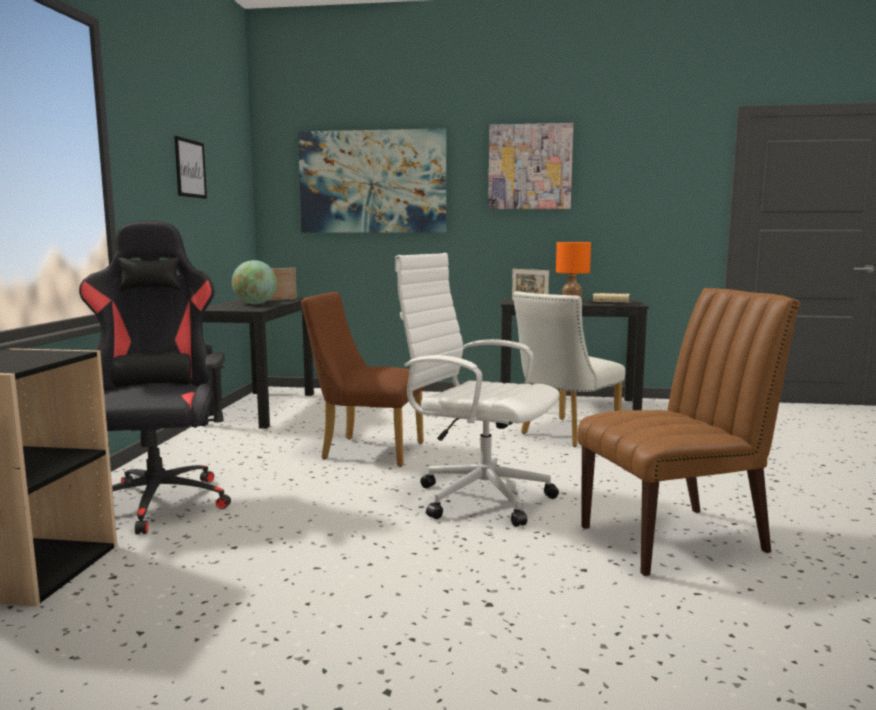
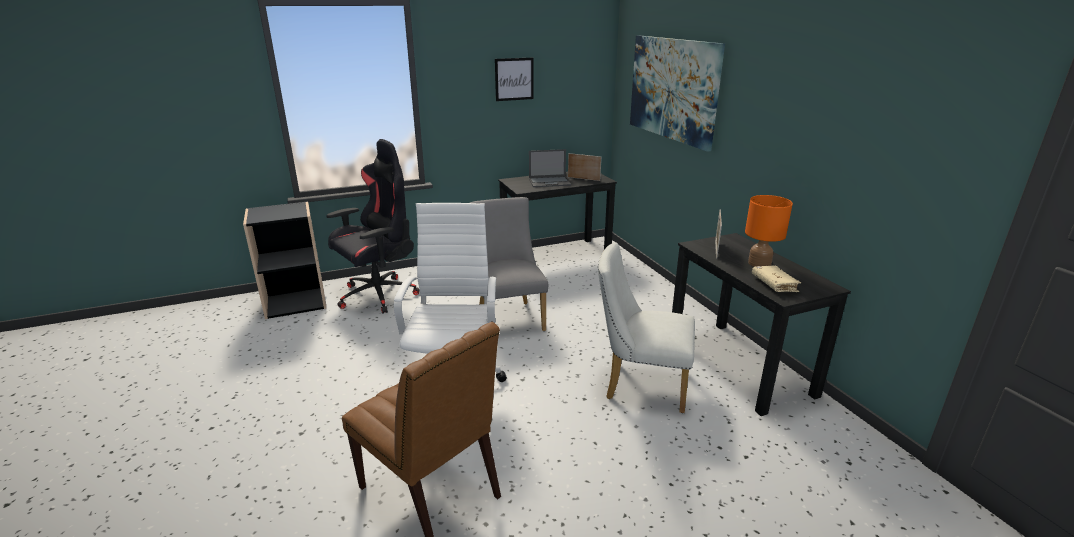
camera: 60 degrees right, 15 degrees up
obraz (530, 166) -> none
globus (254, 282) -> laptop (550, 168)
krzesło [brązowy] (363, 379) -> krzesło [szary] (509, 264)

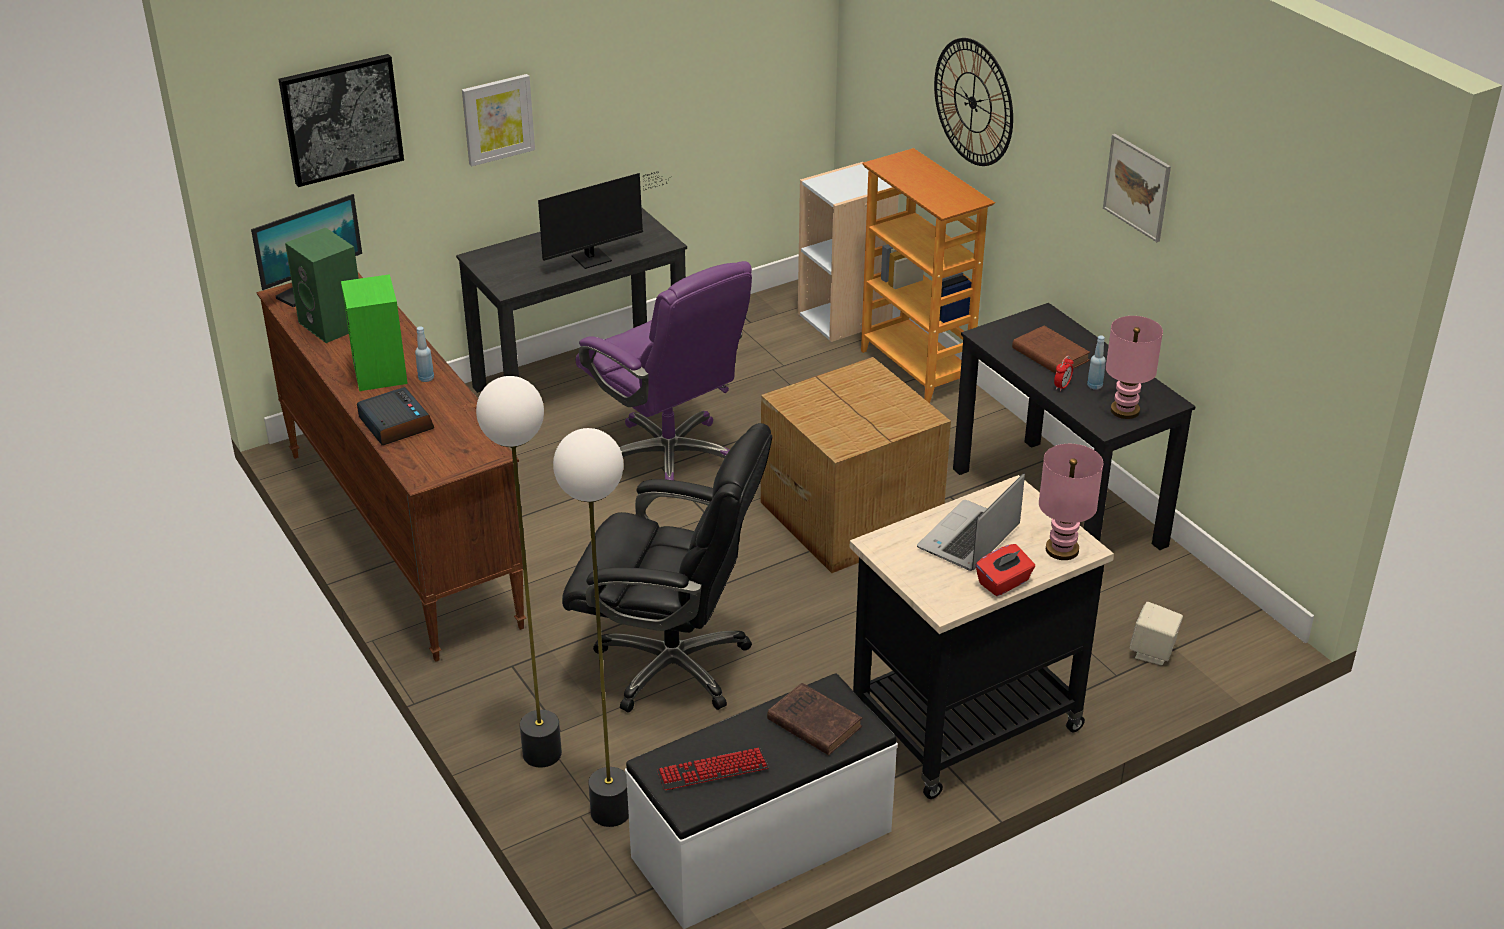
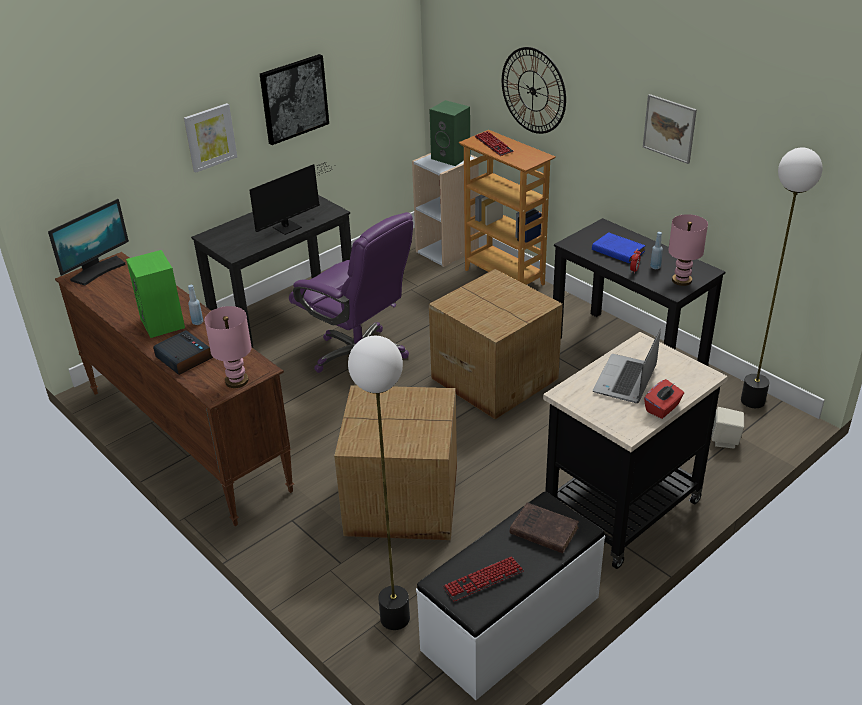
camera: 10 degrees left, 0 degrees up
obraz (341, 120) -> obraz (294, 99), move
głośnik [zielony] (322, 285) -> głośnik [zielony] (449, 133), move
książka [brązowy] (1051, 350) -> książka [niebieski] (619, 247)
lampa stojąca (519, 571) -> lampa stojąca (782, 278), move
krzesło biurowe [czarny] (667, 568) -> karton (395, 462)
lampa stołowa [różowy] (1071, 502) -> lampa stołowa [różowy] (228, 347), move
none -> klawiatura (494, 143)

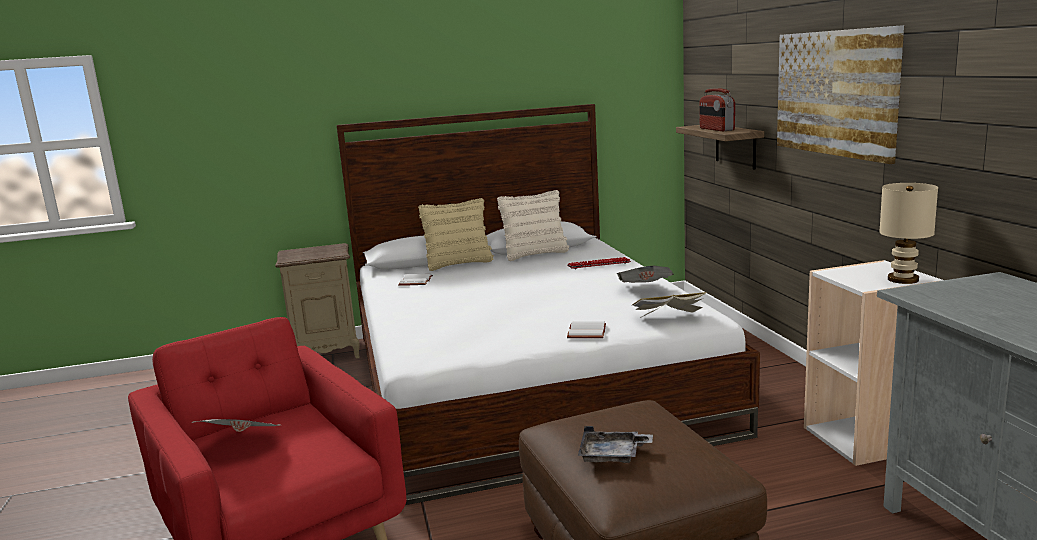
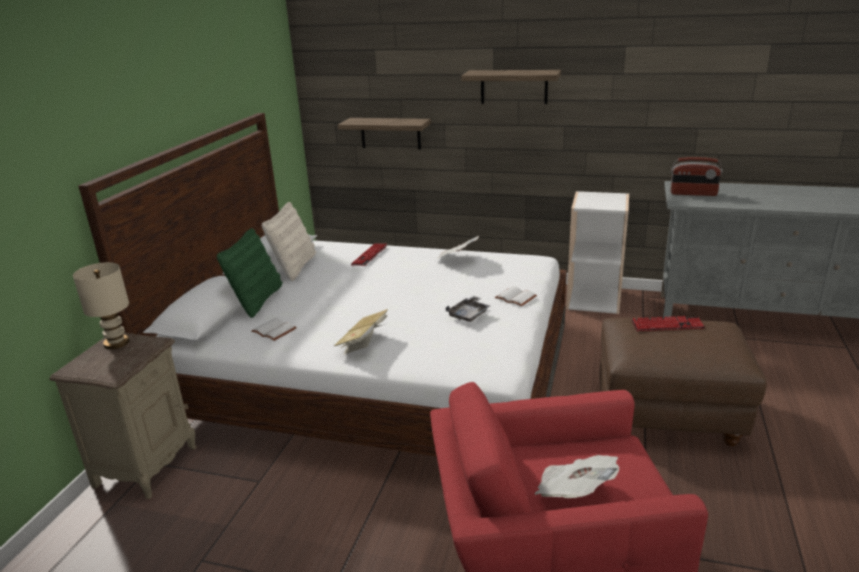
camera: 60 degrees left, 10 degrees up
obraz (840, 94) -> półka (511, 87)
radio (717, 109) -> radio (696, 176), move
lampa stołowa [beżowy] (908, 233) -> lampa stołowa [beżowy] (101, 305), move
poduszka [beżowy] (456, 234) -> poduszka [zielony] (250, 273)
książka (669, 305) -> książka (361, 332), move
taca [szary] (615, 444) -> taca [szary] (468, 309), move
none -> klawiatura (668, 323)

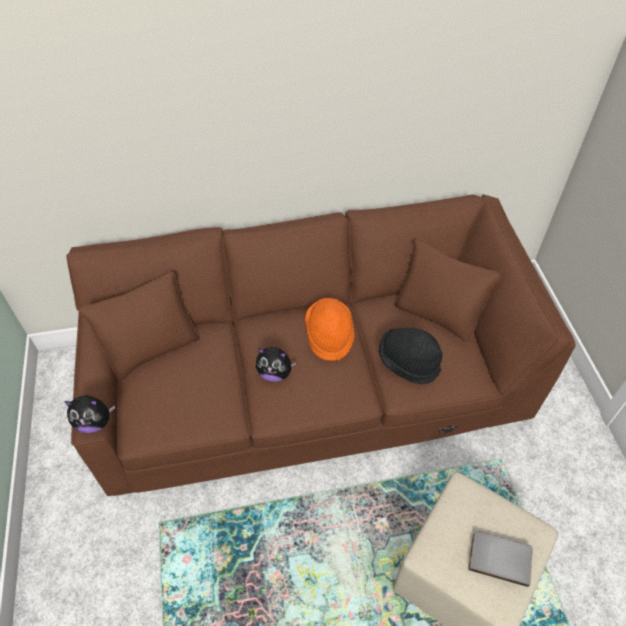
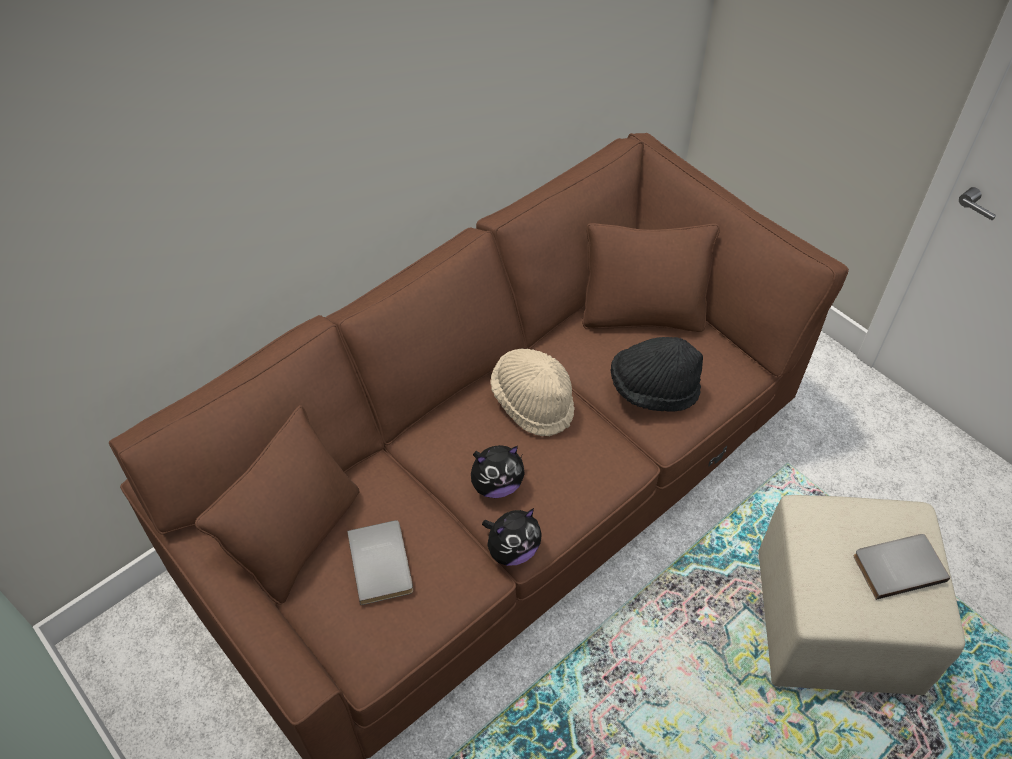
camera: 30 degrees left, 0 degrees up
kapelusz [pomarańczowy] (330, 329) -> kapelusz [beżowy] (532, 392)
pluszak (89, 414) -> pluszak (512, 537), move
none -> książka [szary] (380, 562)

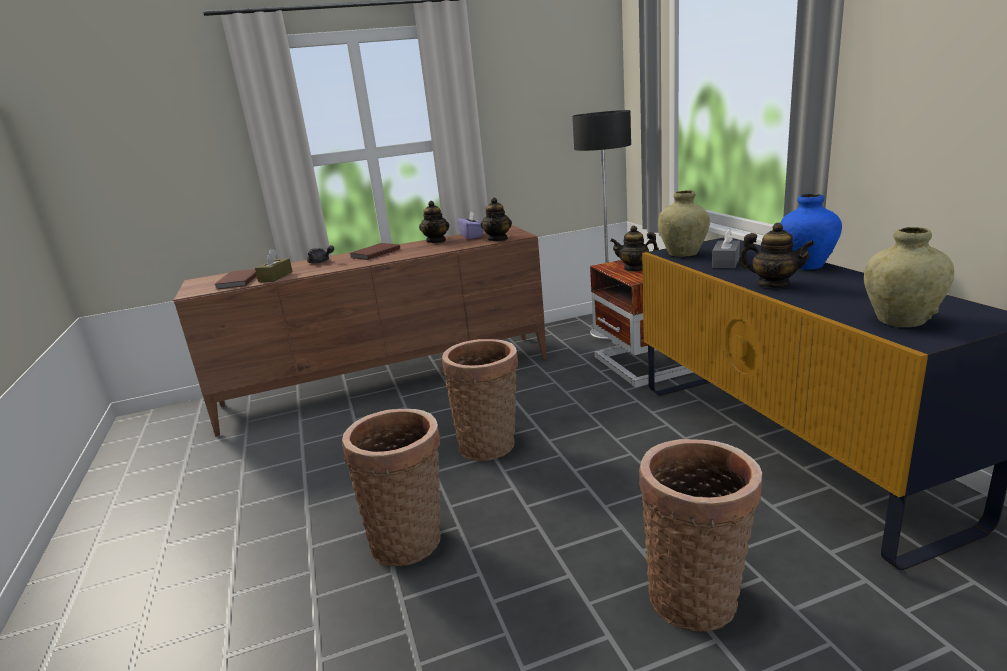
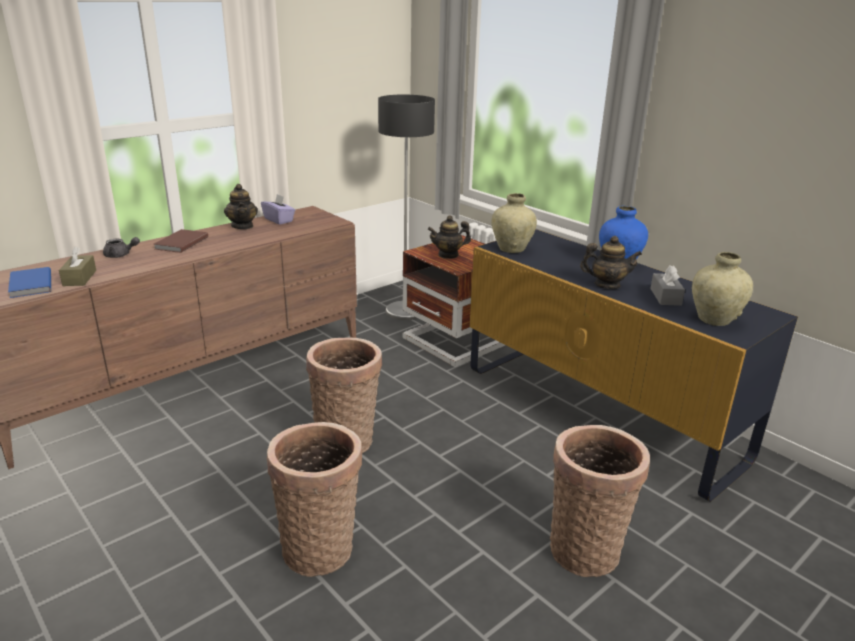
camera: 25 degrees left, 5 degrees up
imbryk (496, 219) -> none
pudełko chusteczek [szary] (726, 249) -> pudełko chusteczek [szary] (667, 285), move
książka [brązowy] (236, 279) -> książka [niebieski] (29, 282)

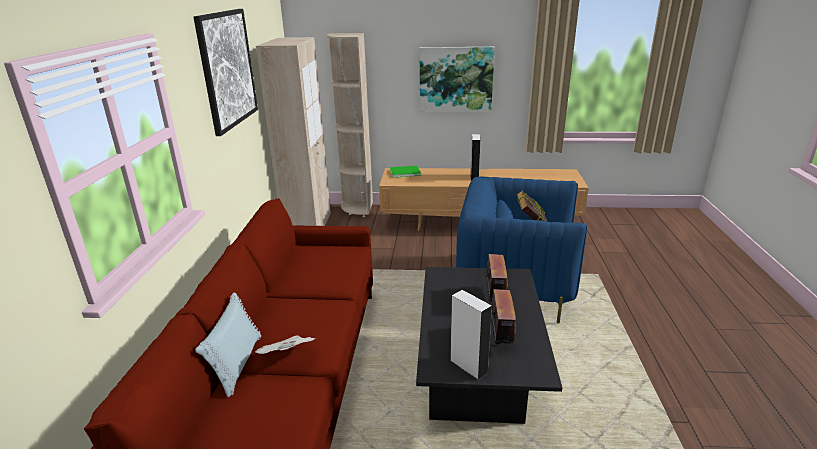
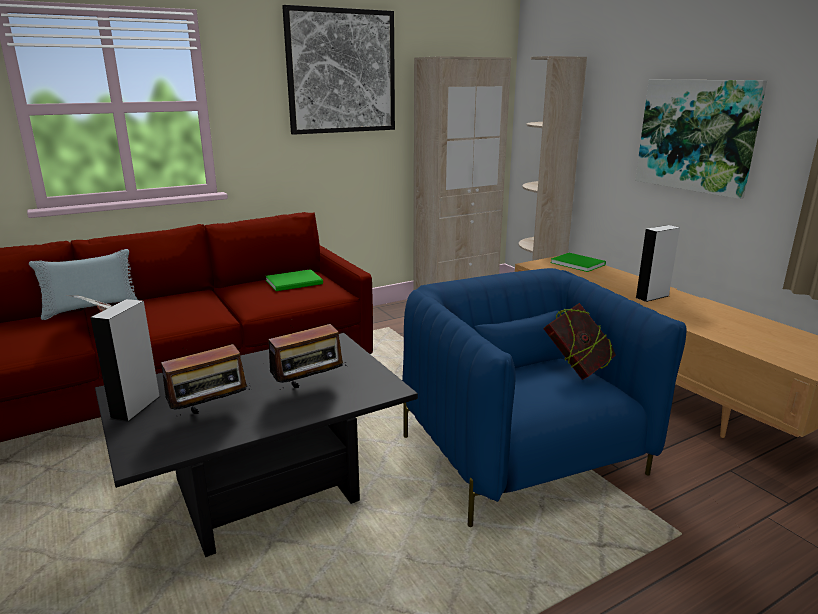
camera: 55 degrees right, 5 degrees down
none -> książka [zielony] (294, 280)

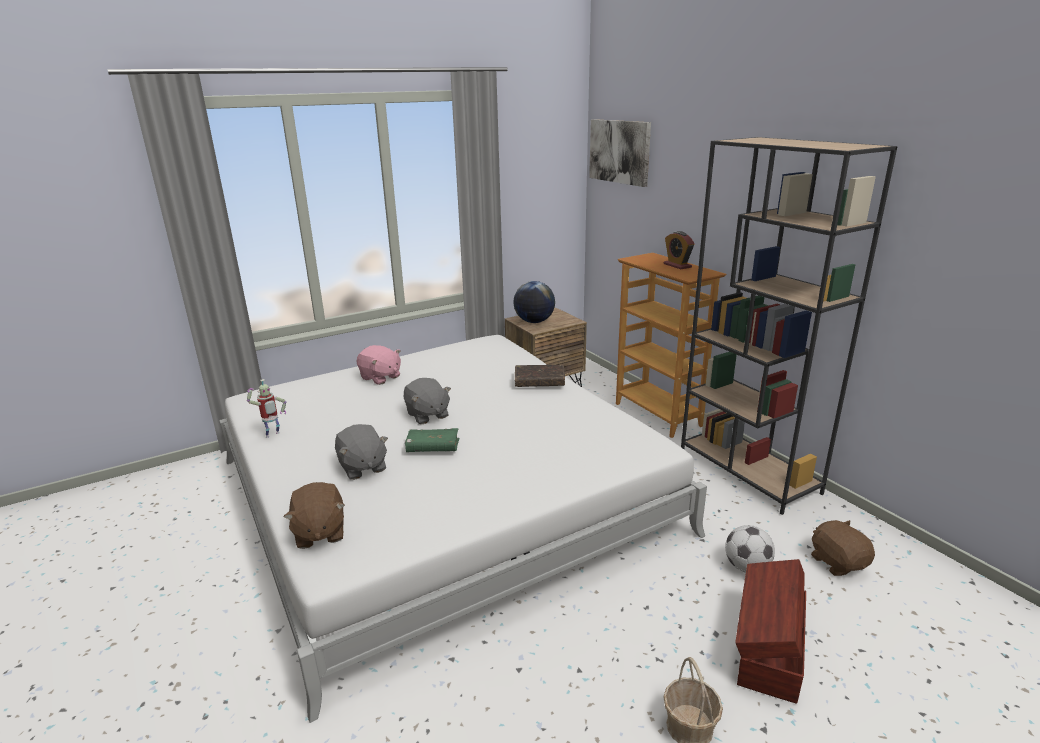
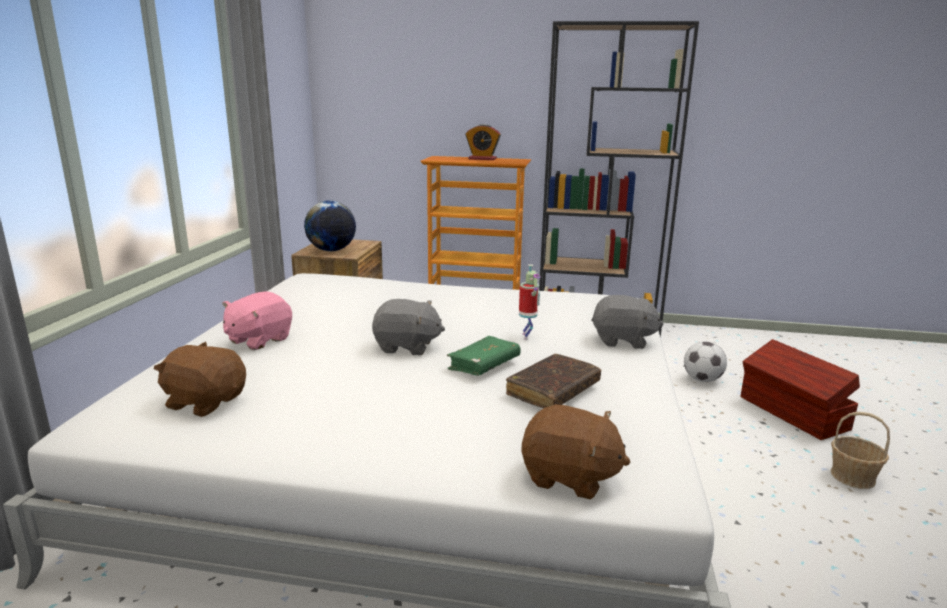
camera: 50 degrees left, 5 degrees down
obraz (620, 153) -> none
pluszak [różowy] (379, 365) -> pluszak [różowy] (257, 321), 135 degrees clockwise
książka [brązowy] (540, 376) -> książka [brązowy] (553, 381), move
robot zabawkowy (266, 408) -> robot zabawkowy (530, 302), move
pluszak [szary] (361, 452) -> pluszak [szary] (627, 322), move
pluszak [brązowy] (843, 548) -> pluszak [brązowy] (200, 379), move

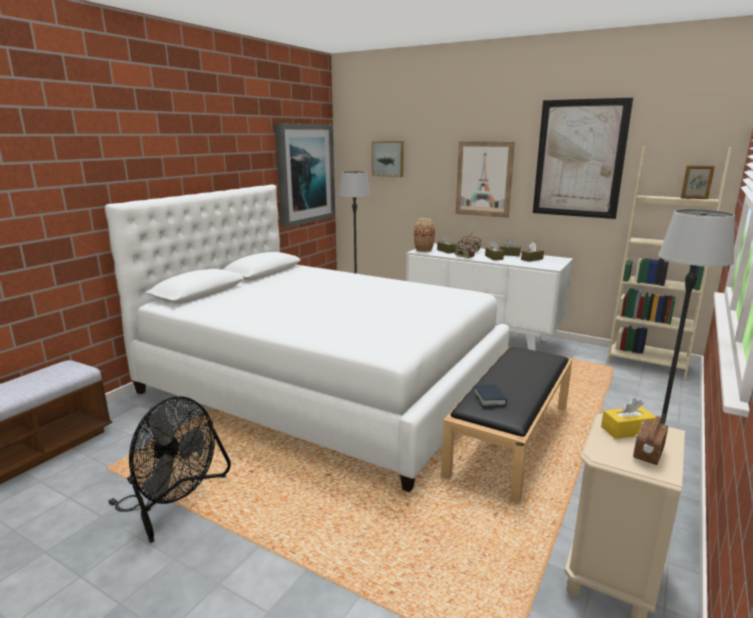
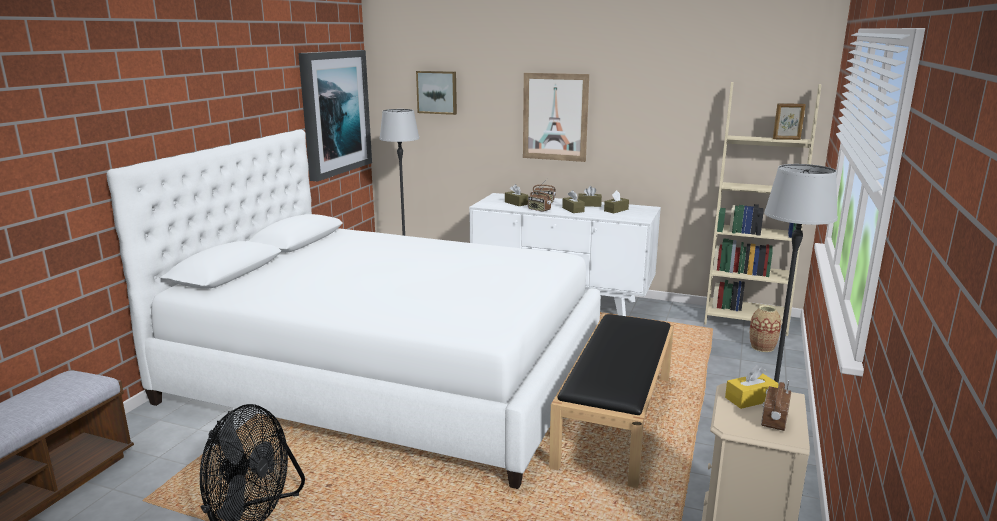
camera: 10 degrees left, 0 degrees up
obraz (583, 158) -> none
wazon (424, 235) -> wazon (765, 328), move
książka (490, 395) -> none

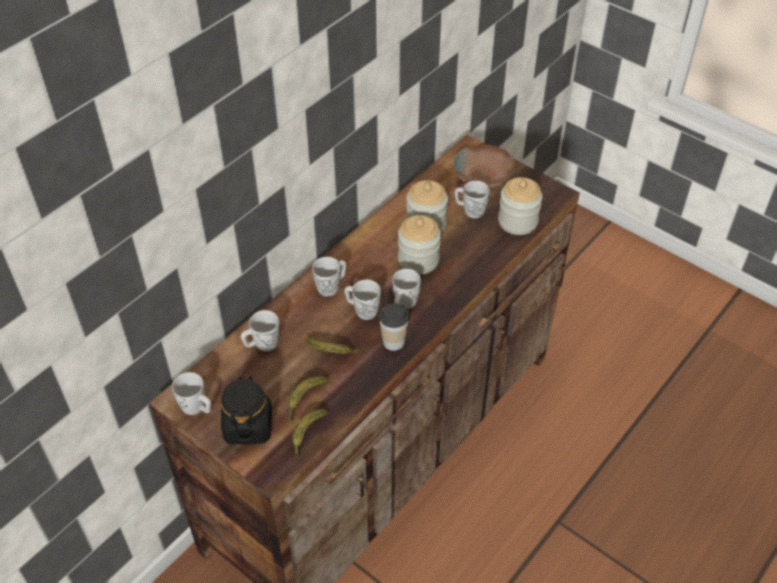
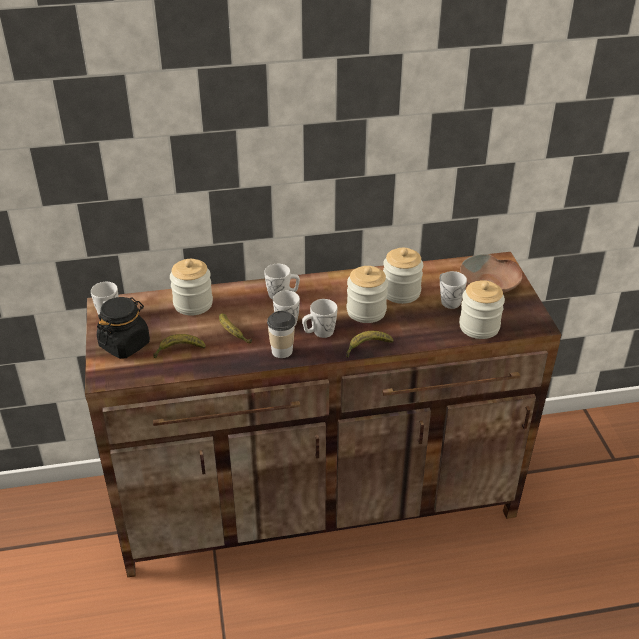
camera: 40 degrees right, 10 degrees down
kubek [biały] (260, 330) -> słoik (191, 287)
banan (310, 434) -> banan (370, 344), move

